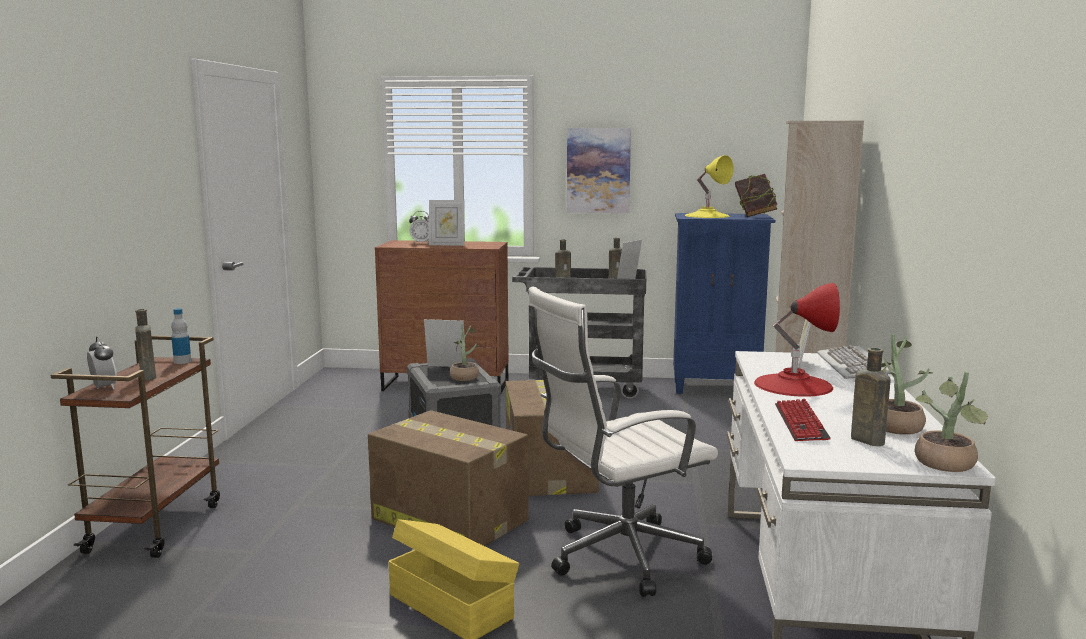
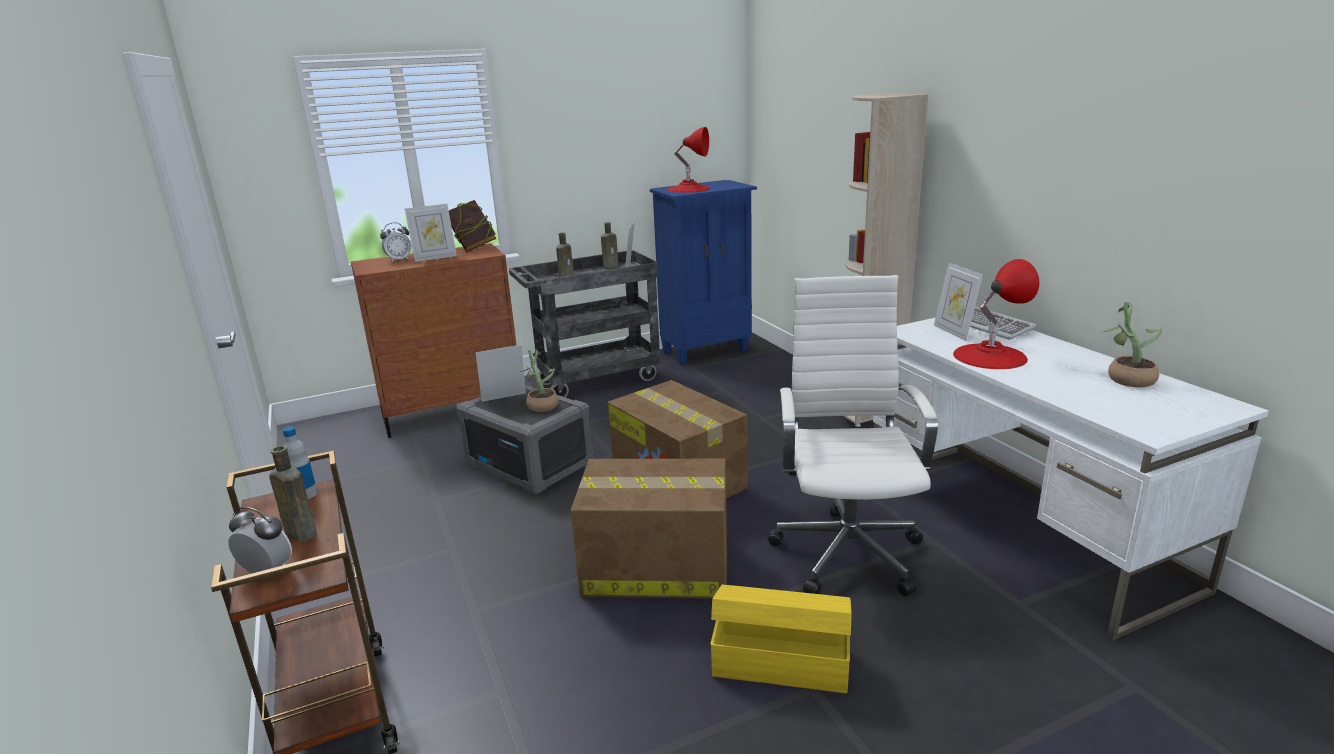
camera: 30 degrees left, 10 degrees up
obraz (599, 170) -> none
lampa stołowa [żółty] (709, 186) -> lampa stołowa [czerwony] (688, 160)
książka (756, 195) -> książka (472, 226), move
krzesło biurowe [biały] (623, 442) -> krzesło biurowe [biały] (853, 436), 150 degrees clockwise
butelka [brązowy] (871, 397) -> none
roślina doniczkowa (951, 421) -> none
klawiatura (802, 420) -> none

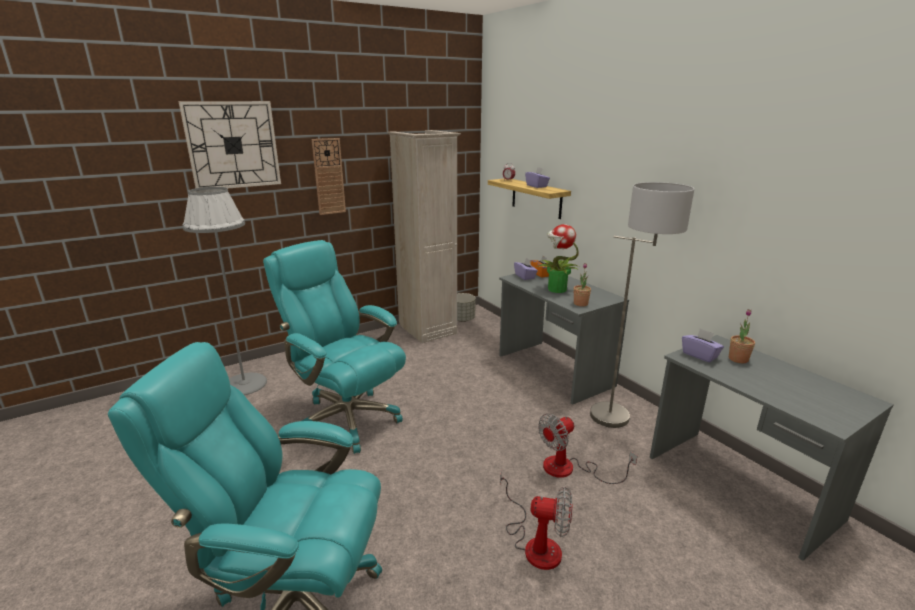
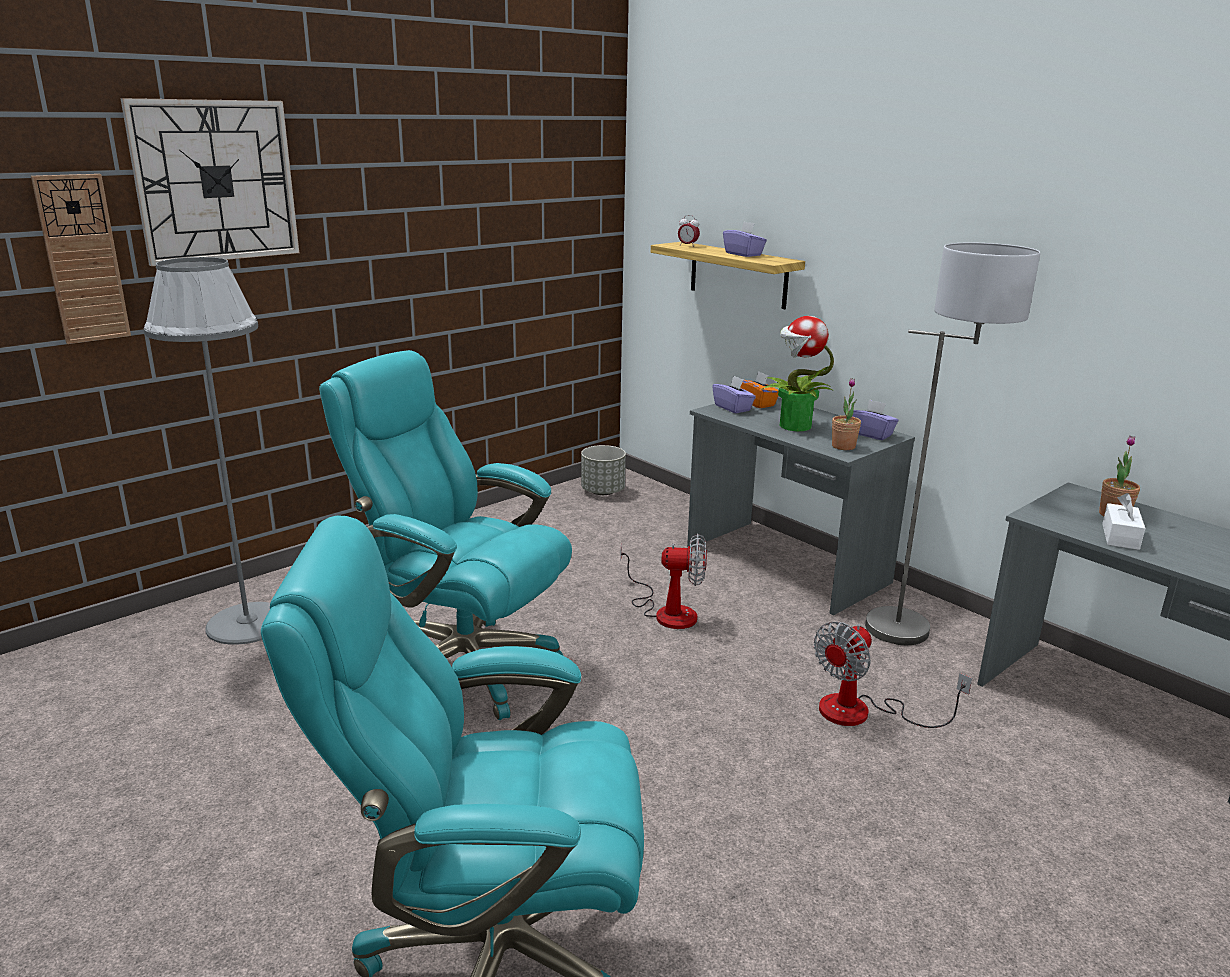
camera: 10 degrees left, 0 degrees up
szafka [beżowy] (424, 236) -> none
zegar ścienny (329, 176) -> zegar ścienny (81, 259), move
pudełko chusteczek [fioletowy] (703, 345) -> pudełko chusteczek [fioletowy] (874, 419), move
wentylator (536, 520) -> wentylator (663, 581), move
none -> pudełko chusteczek [biały] (1123, 521)

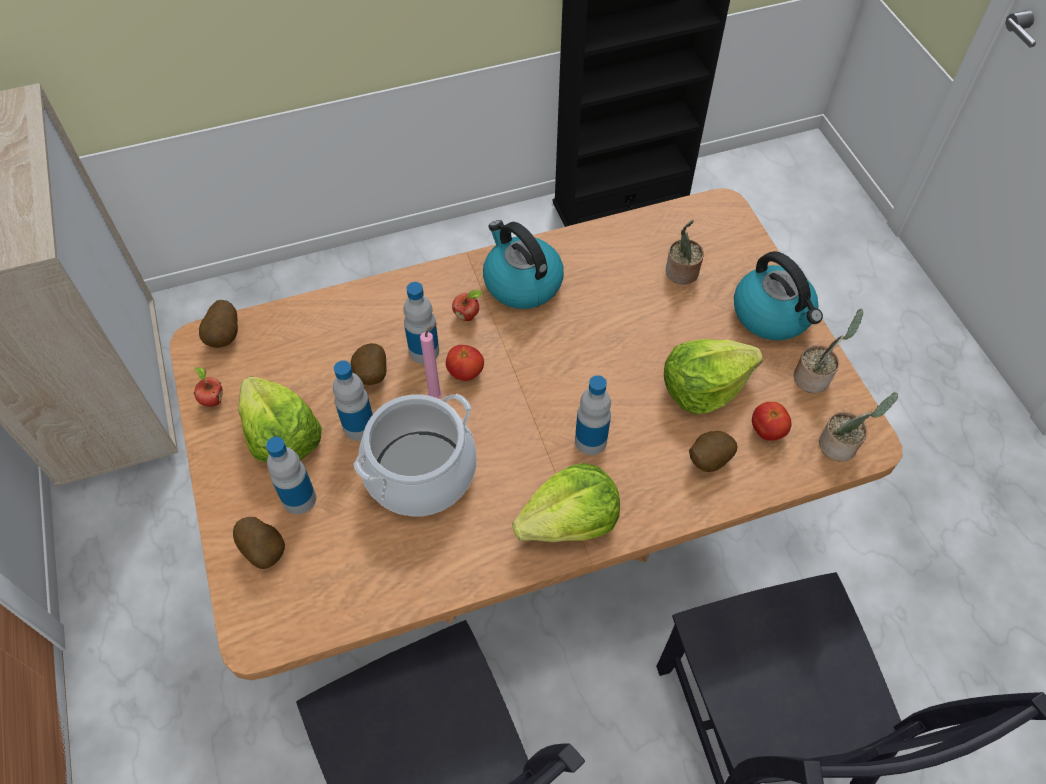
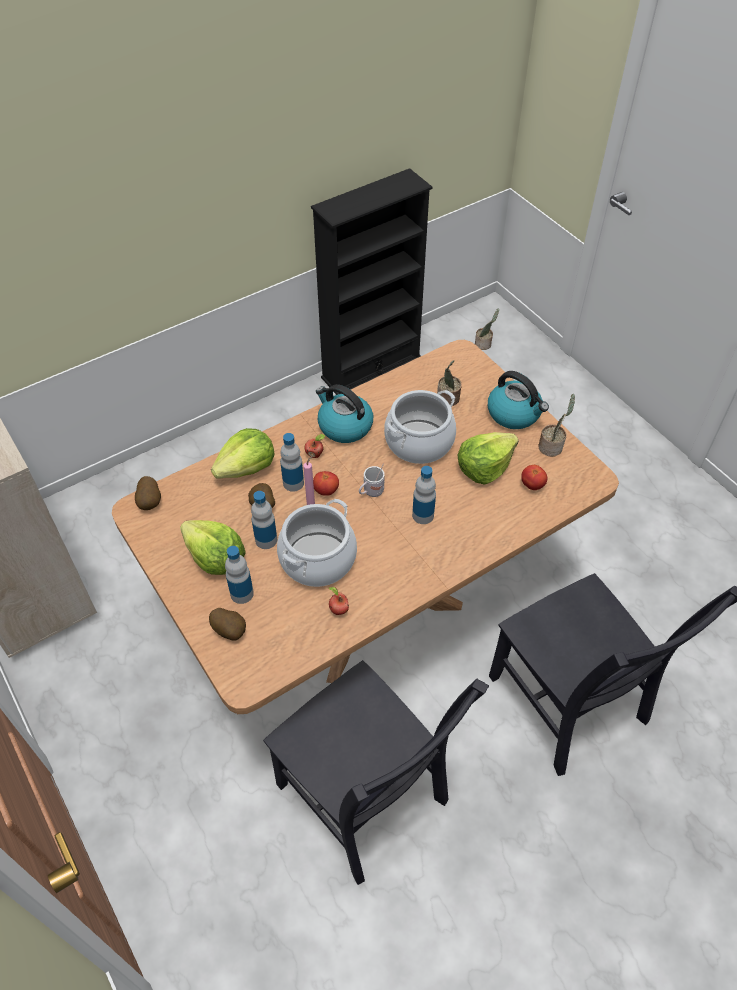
camera: 15 degrees left, 5 degrees down
jabłko (208, 387) -> jabłko (338, 601), move
roślina doniczkowa (858, 427) -> roślina doniczkowa (487, 329), move
ziemniak (713, 451) -> none
sałata (566, 502) -> sałata (243, 453), move
none -> garnek (420, 427)
none -> kubek [biały] (372, 480)

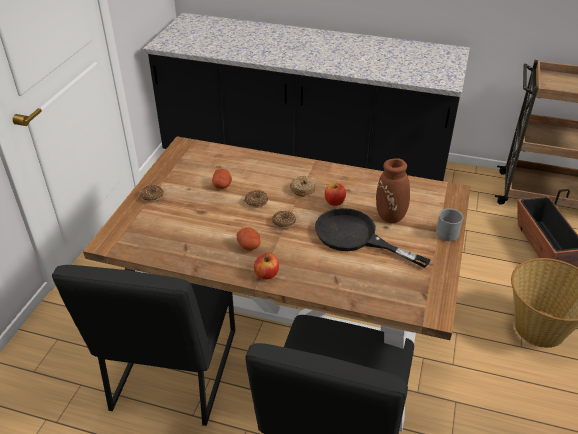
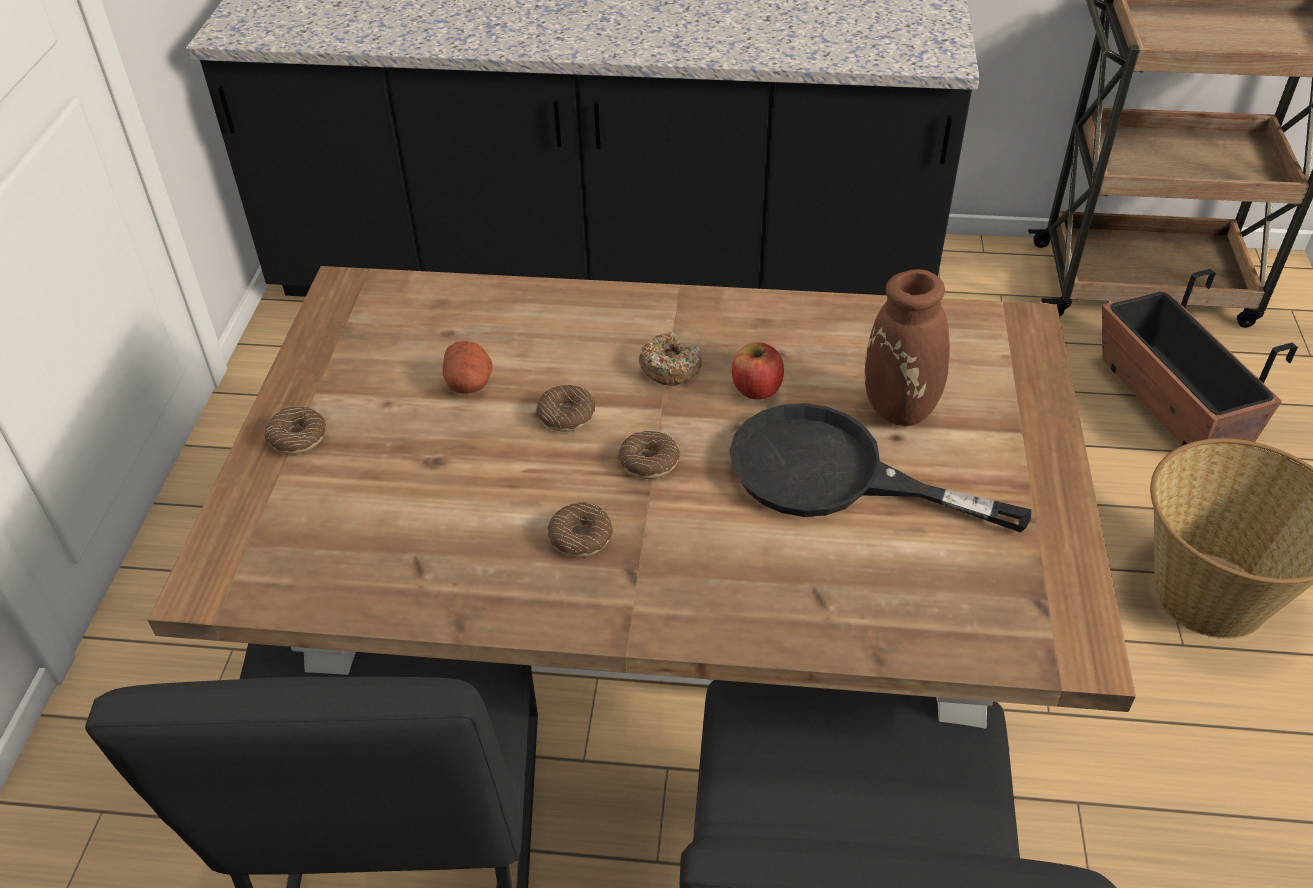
camera: 10 degrees left, 5 degrees up
kubek [szary] (450, 224) -> none
ziemniak (248, 239) -> donut (580, 529)
jabłko (266, 266) -> none

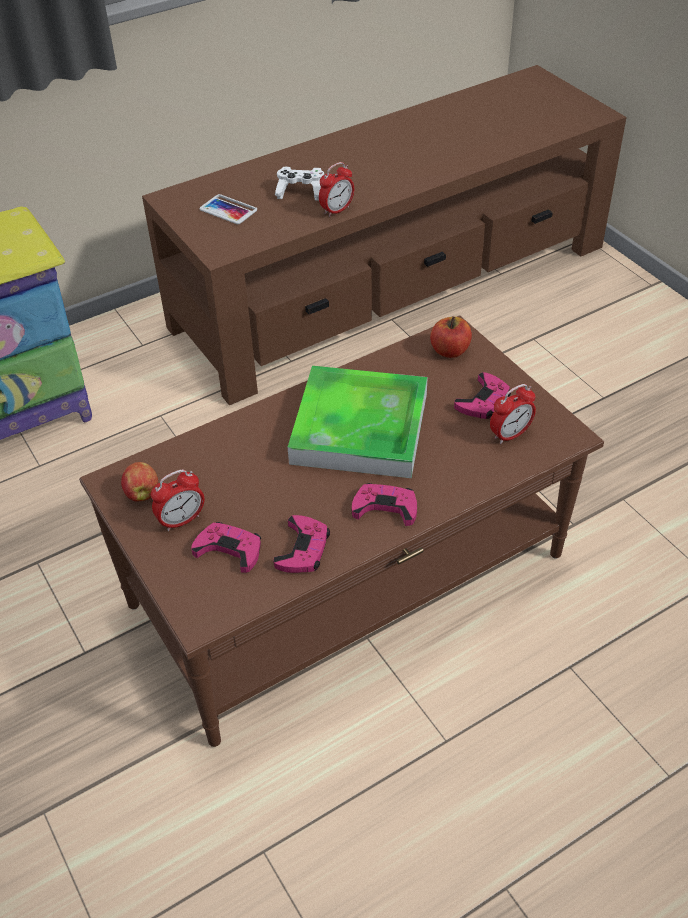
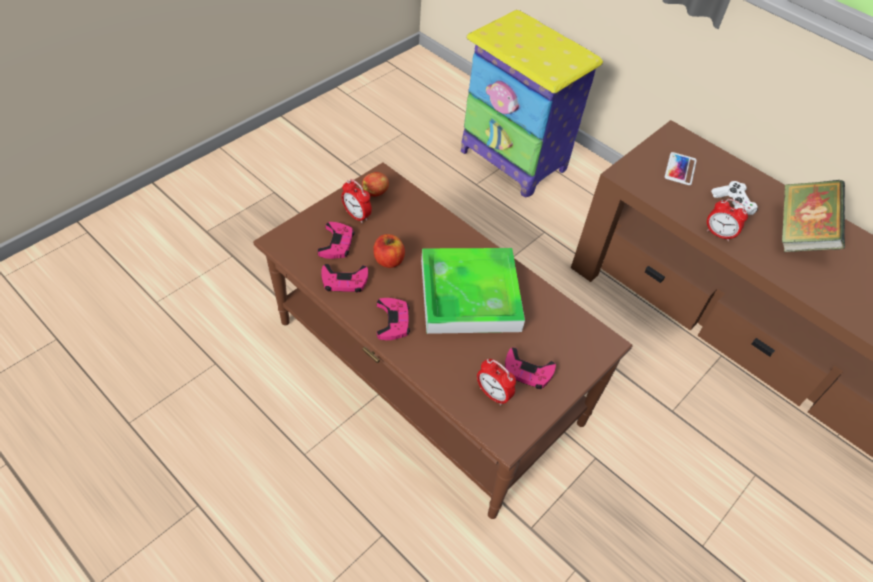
camera: 70 degrees right, 5 degrees up
jabłko (451, 337) -> jabłko (389, 251), move
none -> książka (813, 216)

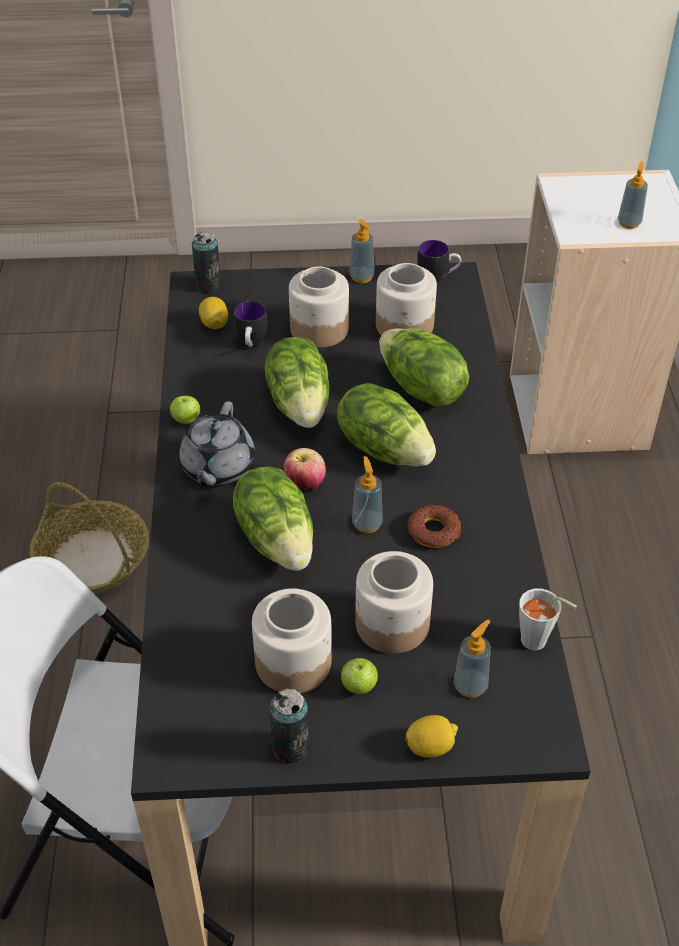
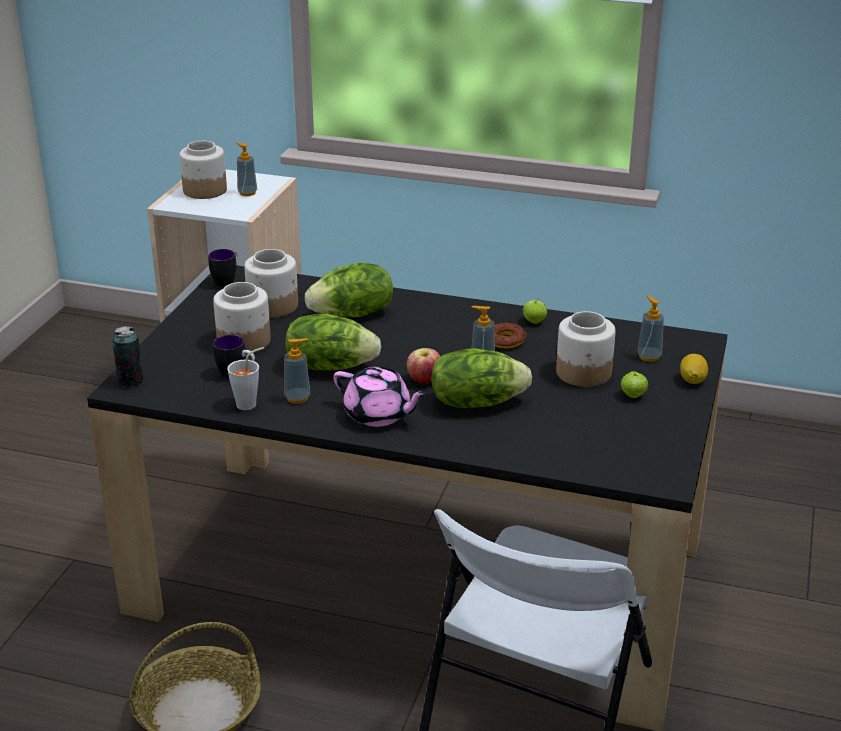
camera: 70 degrees left, 15 degrees down
dozownik mydła (361, 251) -> dozownik mydła (297, 371), move
cytryna (213, 313) -> none
sałata (386, 424) -> none
jabłko (185, 410) -> jabłko (535, 311), move
imbryk [szary] (217, 444) -> imbryk [różowy] (380, 397)
słoik (292, 640) -> słoik (203, 170), move
filiżanka [szary] (548, 619) -> filiżanka [szary] (245, 379), move
puszka (289, 726) -> none

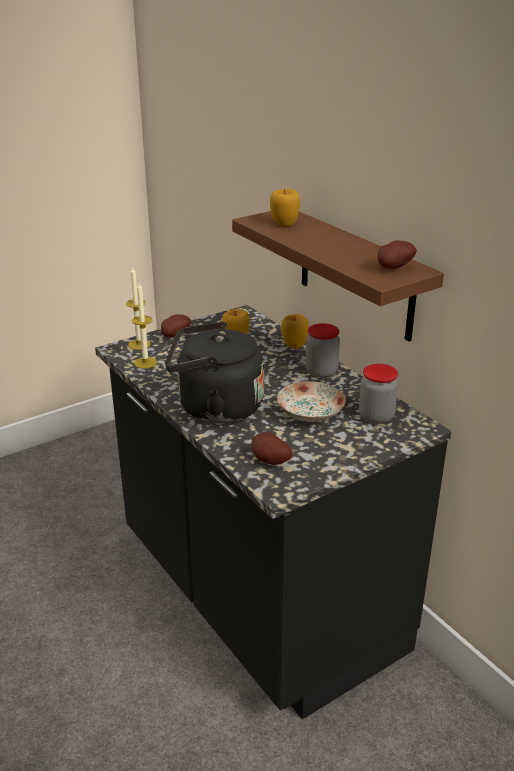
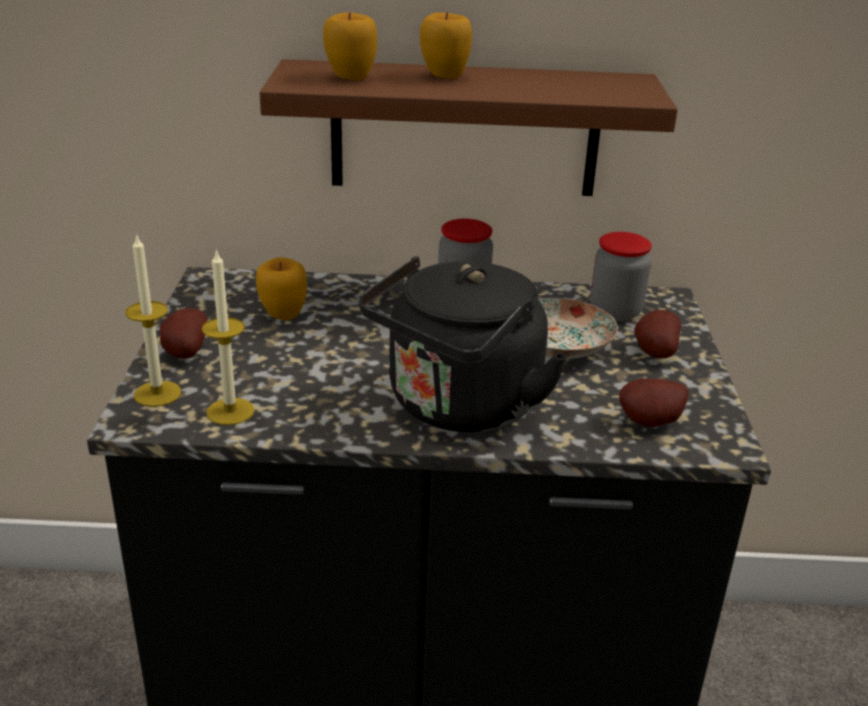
camera: 55 degrees left, 0 degrees up
ziemniak (397, 254) -> ziemniak (657, 334), move
jabłko (295, 331) -> jabłko (446, 45), move

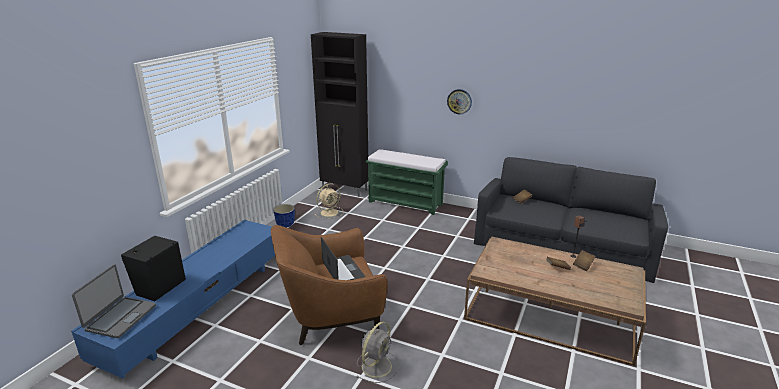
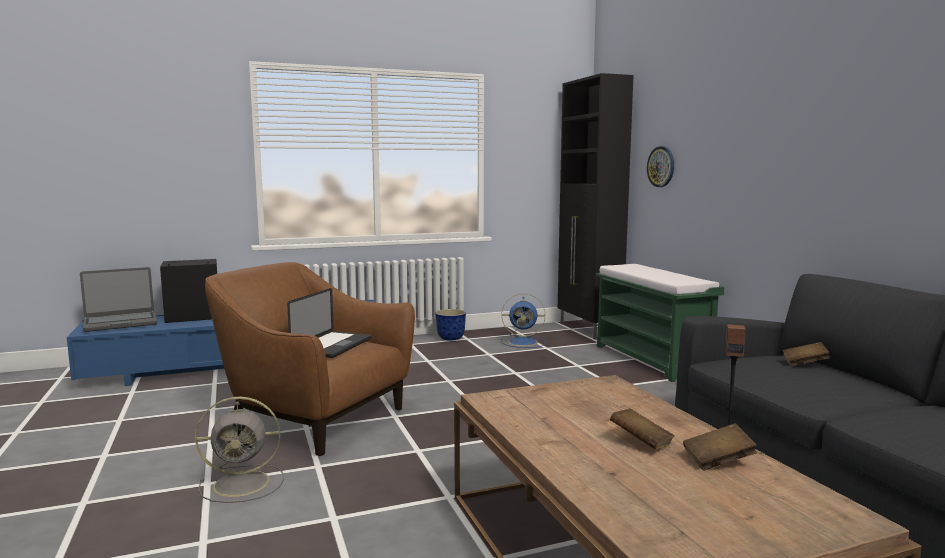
camera: 45 degrees right, 15 degrees down
zegar ścienny (459, 101) -> zegar ścienny (660, 166), move
wentylator [beżowy] (329, 201) -> wentylator [niebieski] (522, 321)

